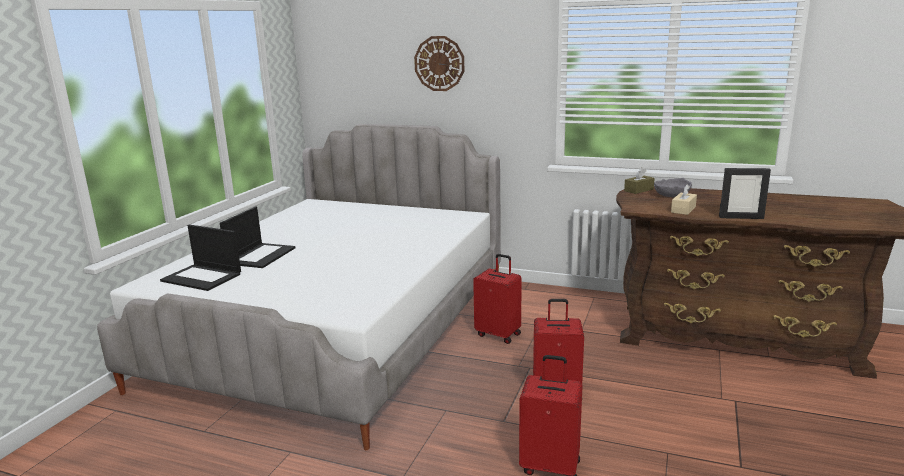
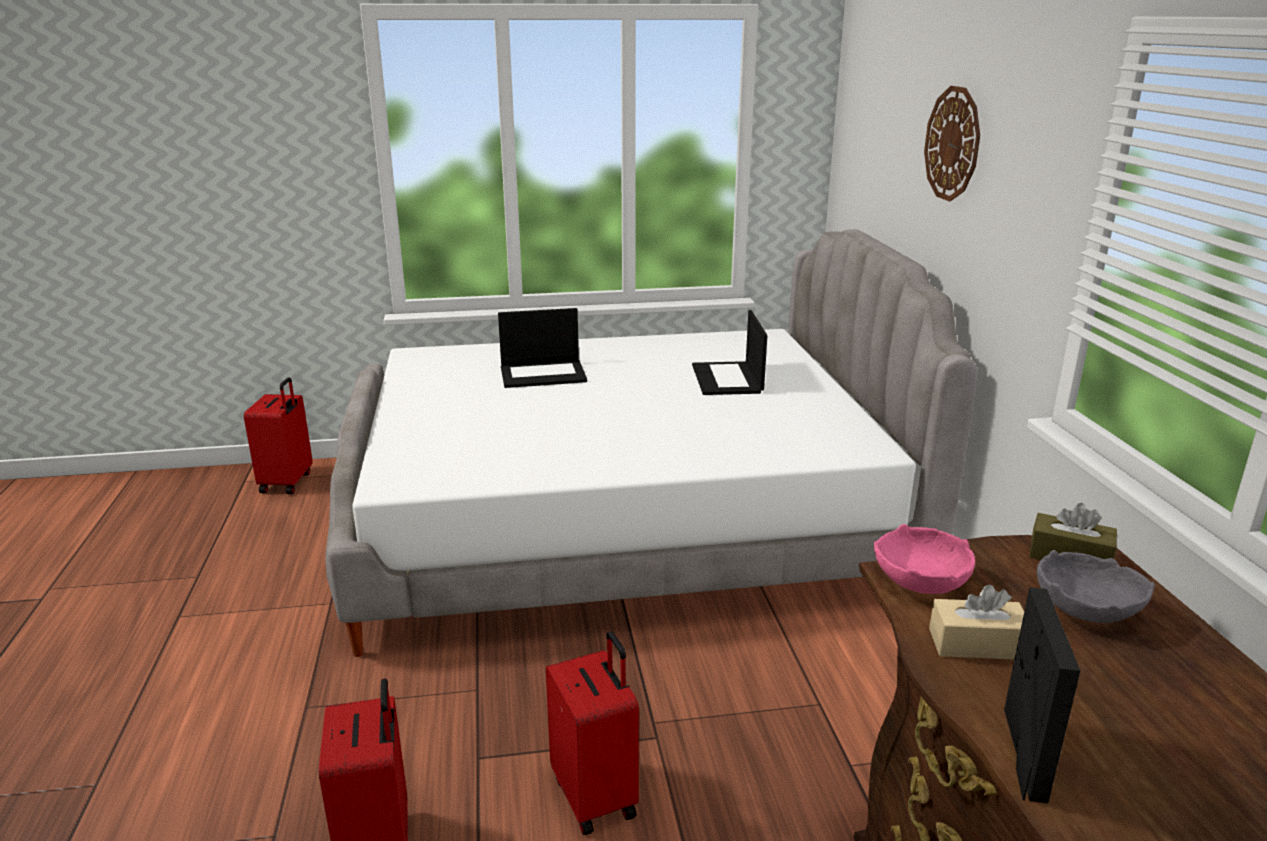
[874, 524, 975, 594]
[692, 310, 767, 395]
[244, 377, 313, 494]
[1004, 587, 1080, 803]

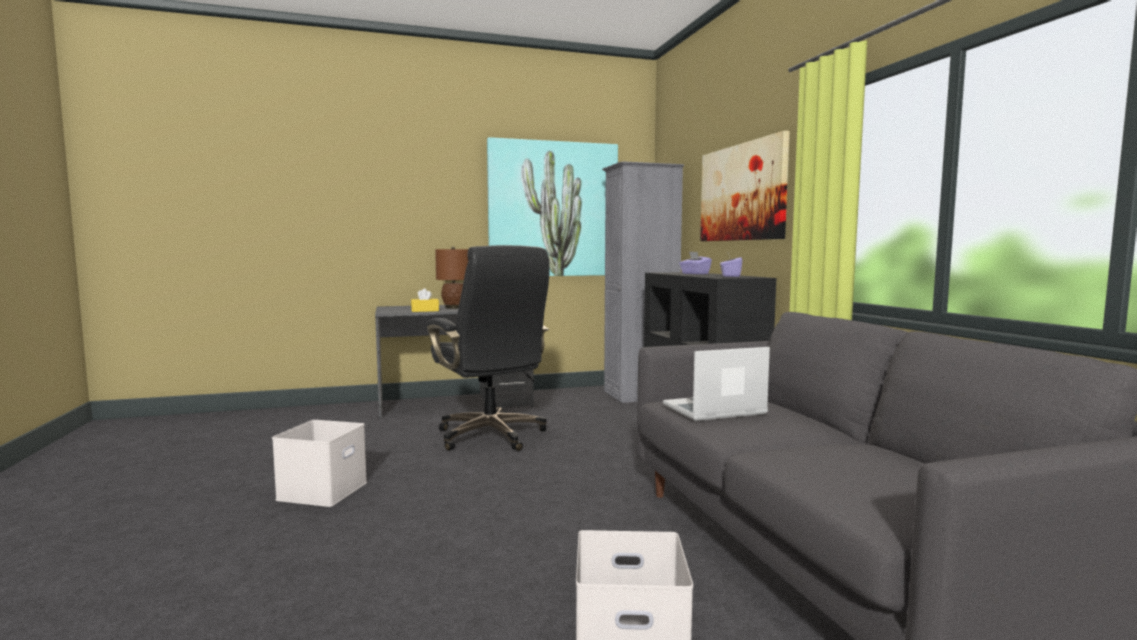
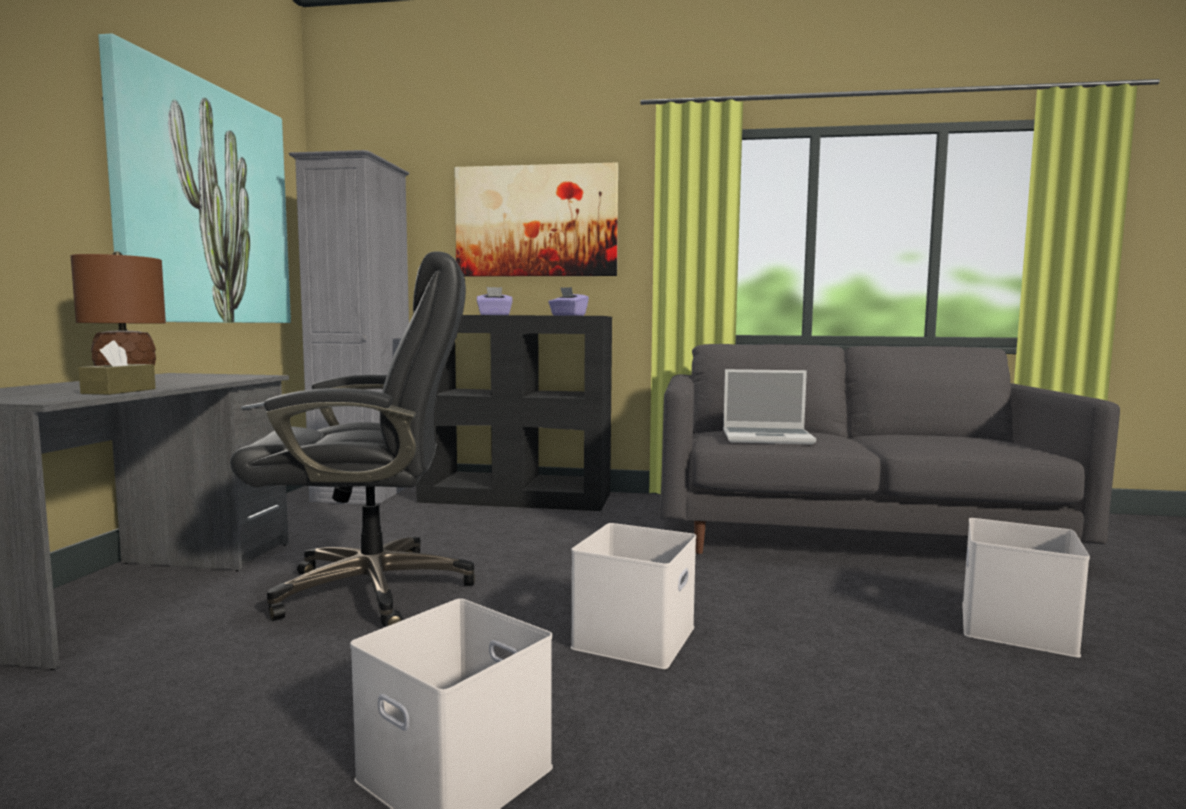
[571, 523, 696, 669]
[78, 340, 156, 395]
[723, 369, 816, 444]

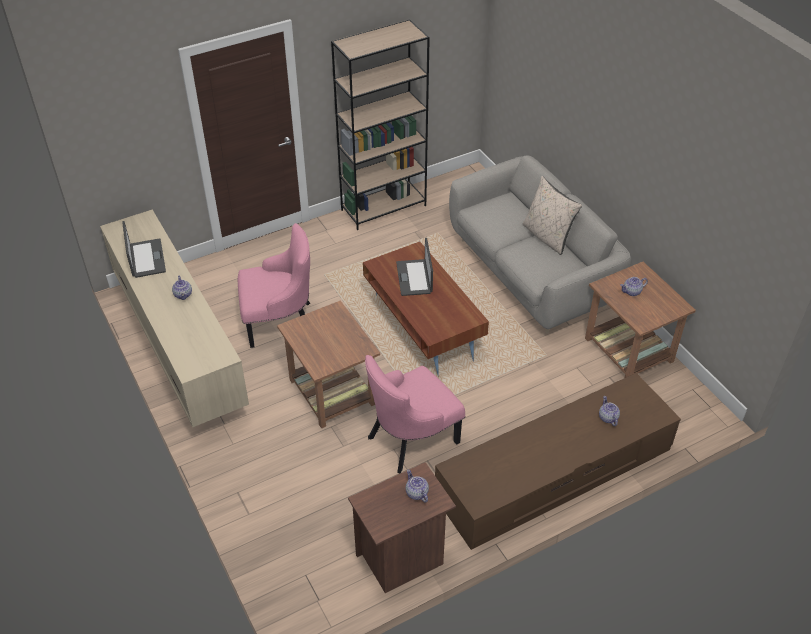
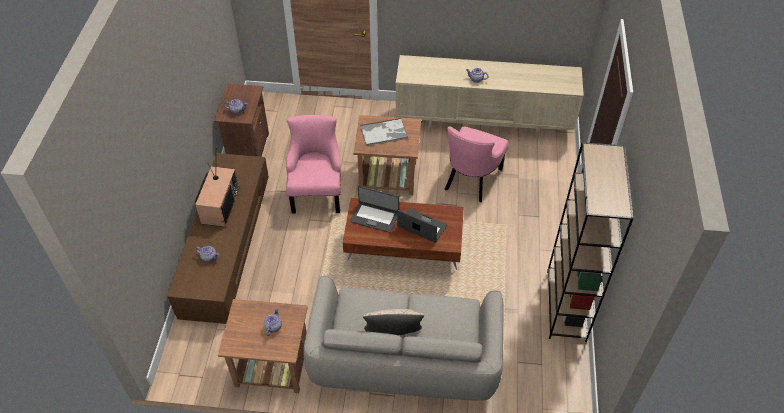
[195, 163, 239, 227]
[360, 118, 408, 146]
[350, 186, 399, 233]

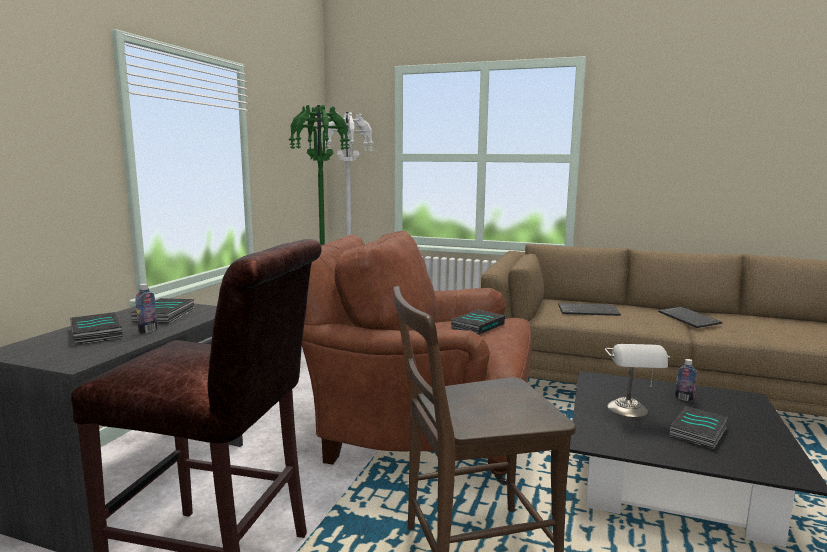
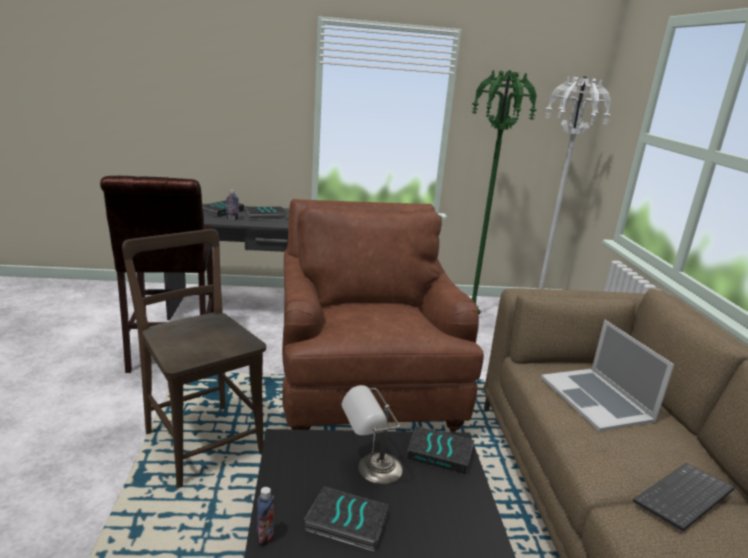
[407, 426, 475, 475]
[257, 487, 274, 546]
[541, 320, 674, 432]

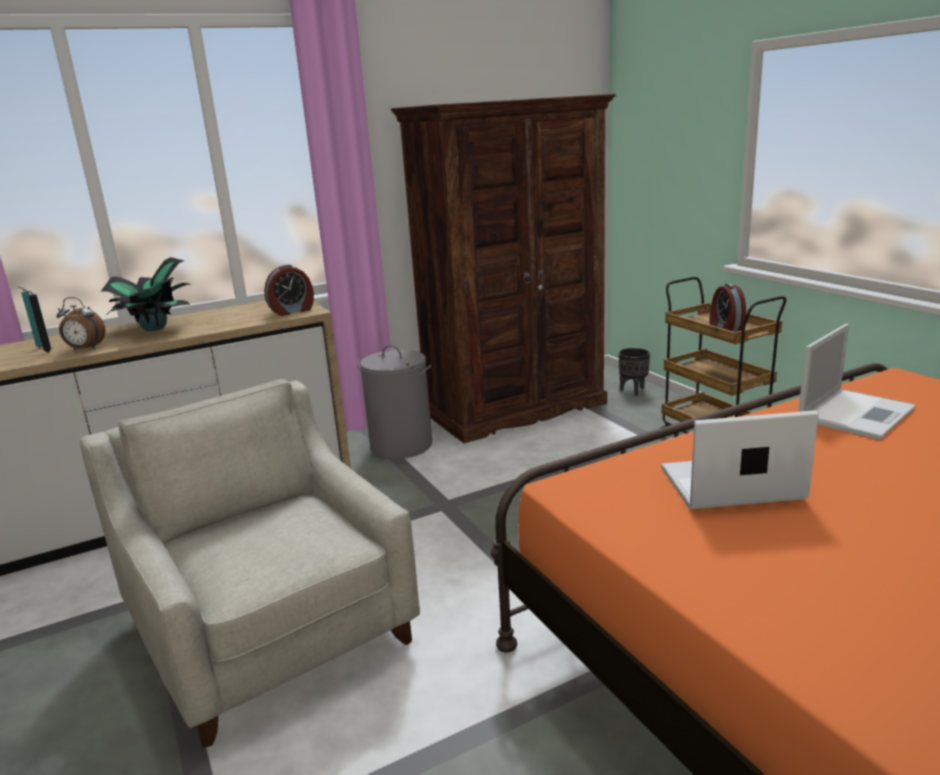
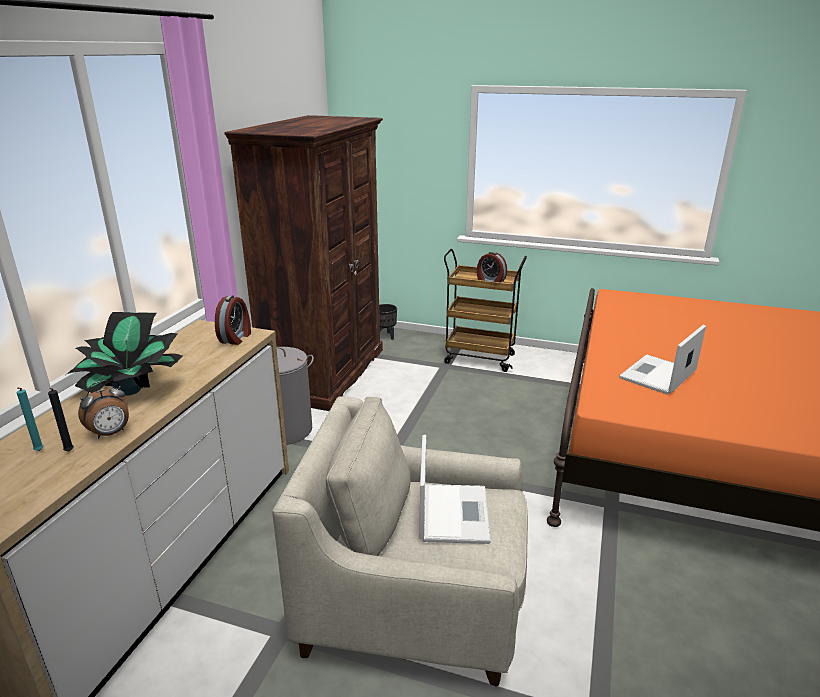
[420, 435, 491, 544]

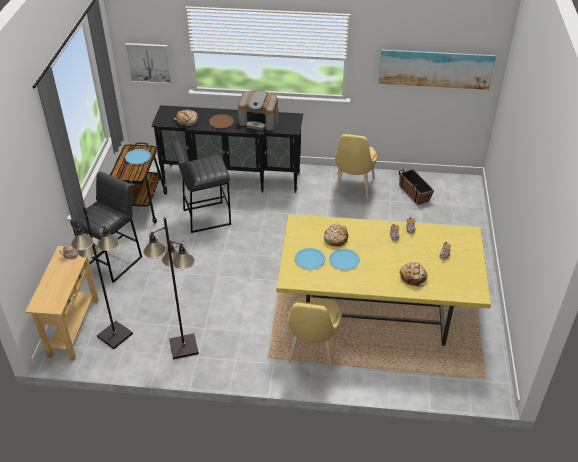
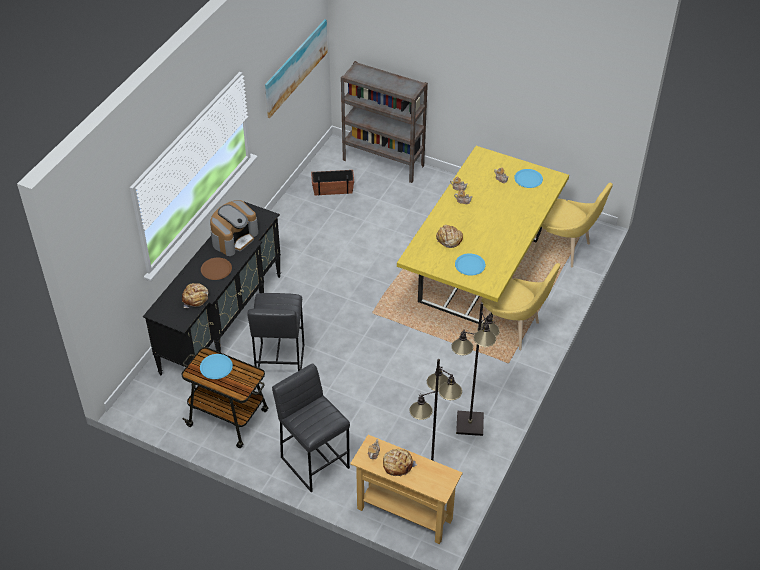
[125, 43, 172, 84] (first image)
[341, 61, 428, 183]
[514, 169, 543, 188]
[533, 183, 613, 267]
[383, 449, 417, 477]

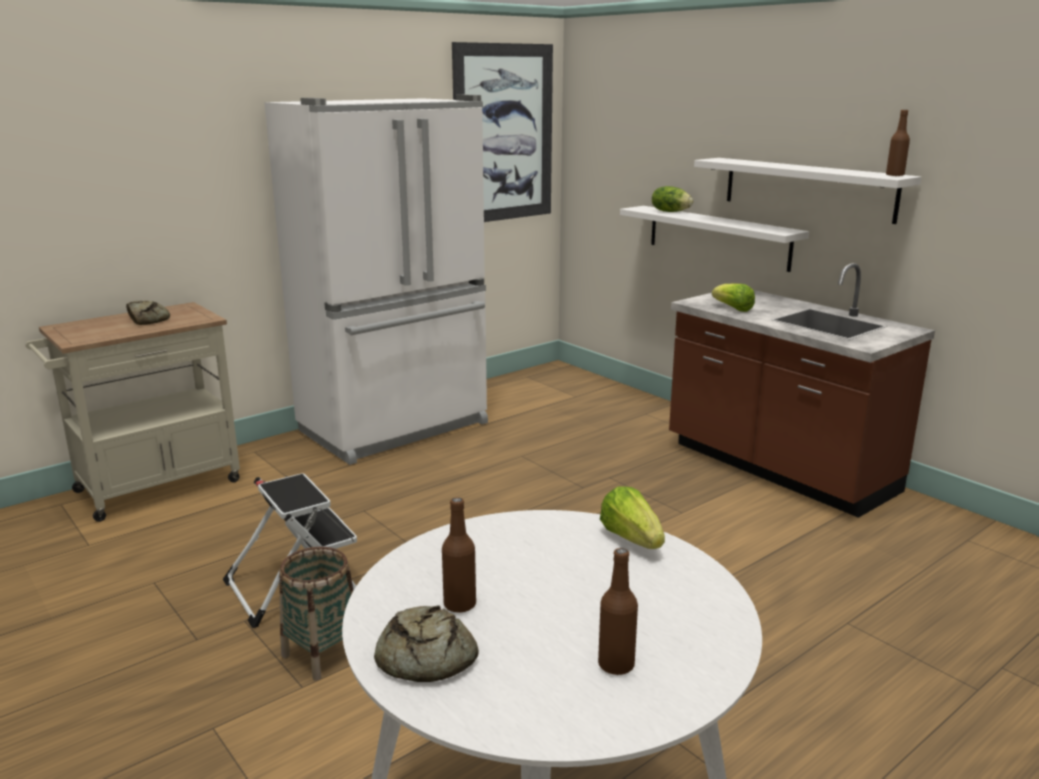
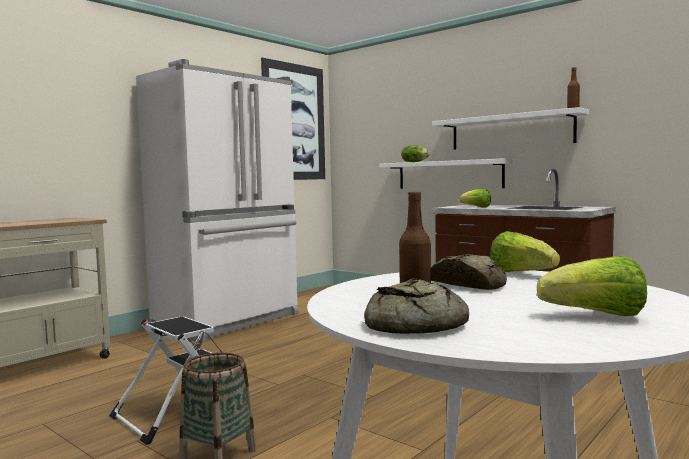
[431, 254, 507, 290]
[537, 256, 647, 316]

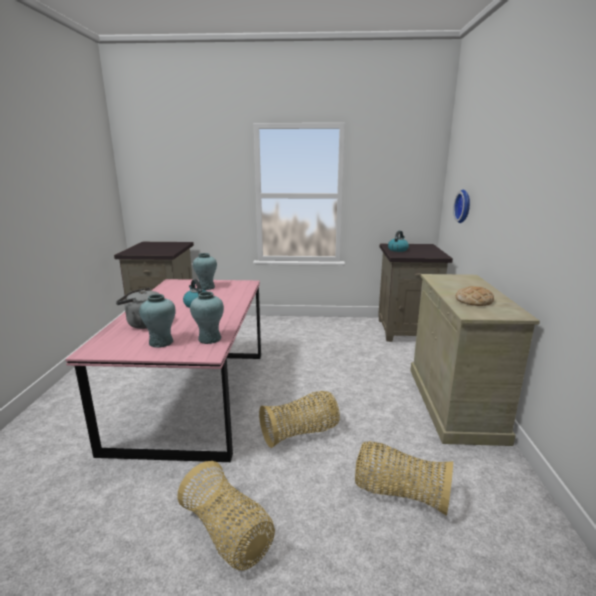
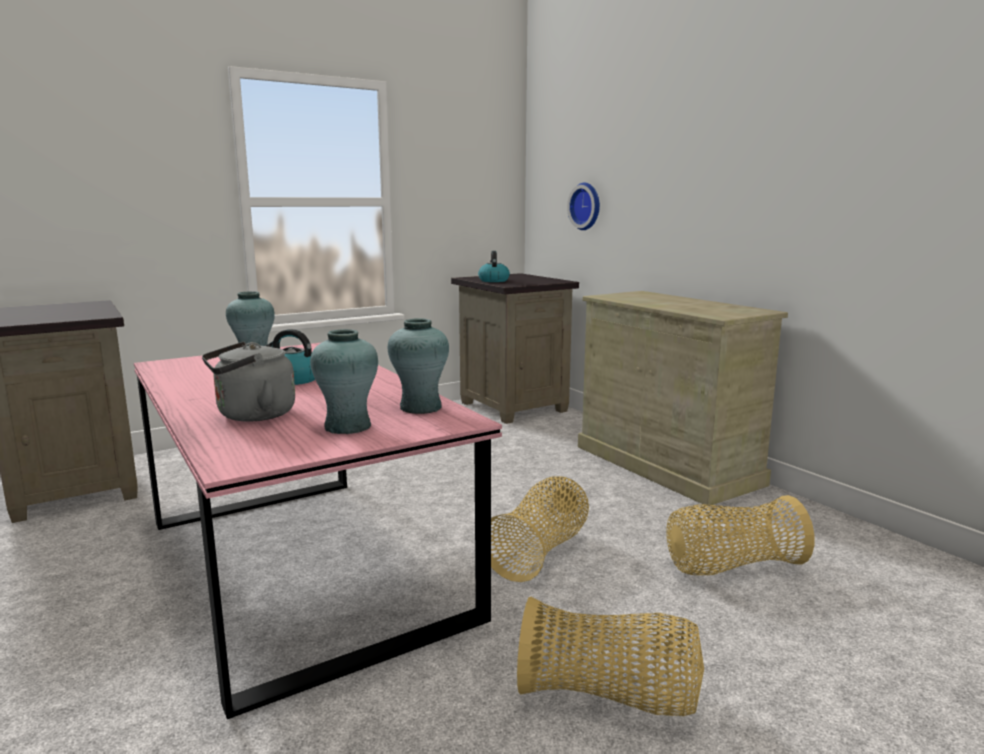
[456, 286, 494, 306] (first image)

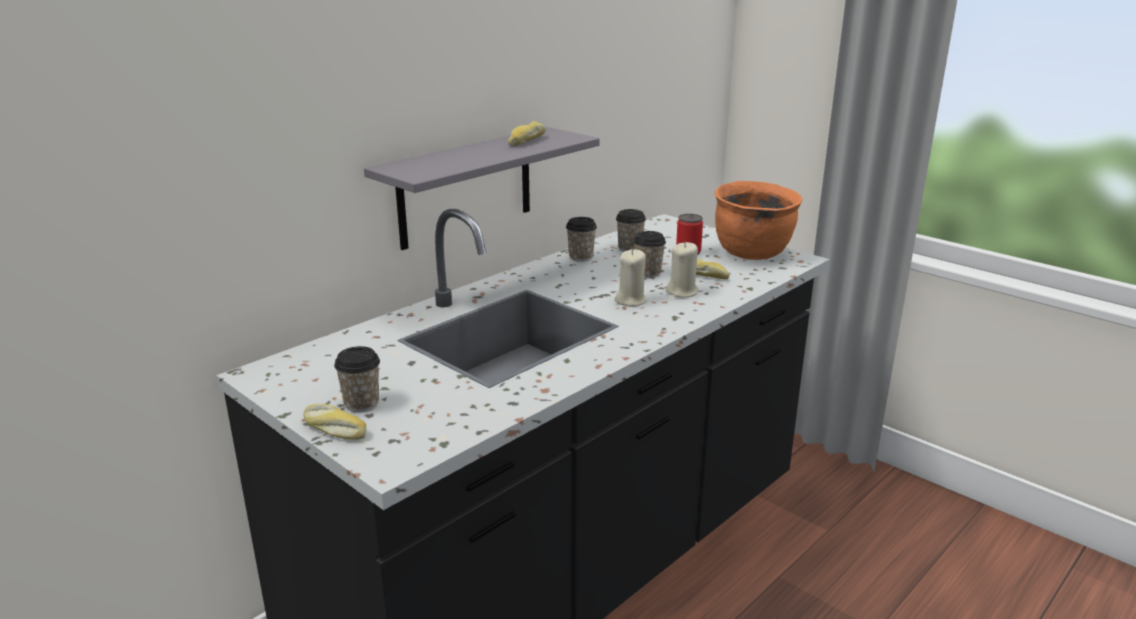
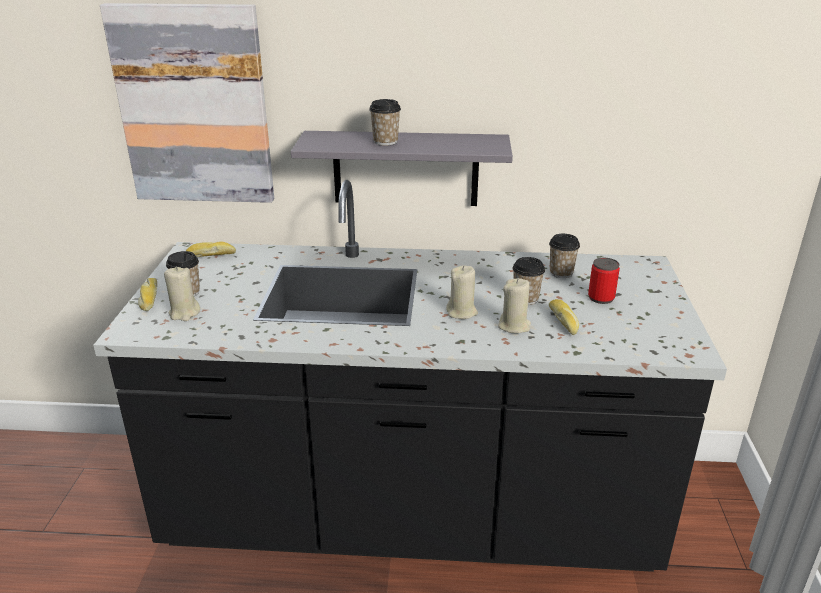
[714, 181, 802, 260] (first image)
[100, 3, 274, 203]
[164, 266, 200, 321]
[186, 241, 236, 257]
[369, 99, 401, 146]

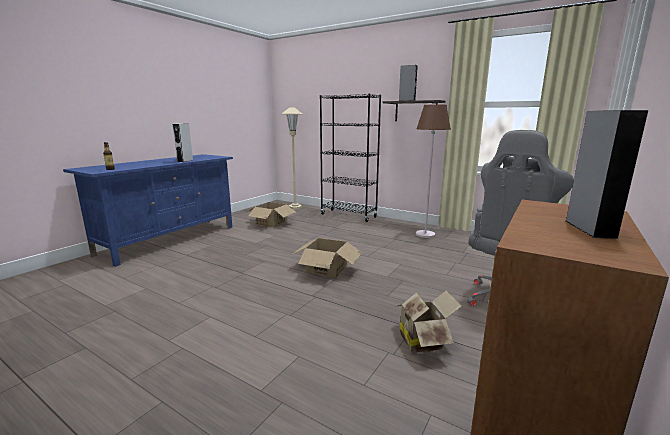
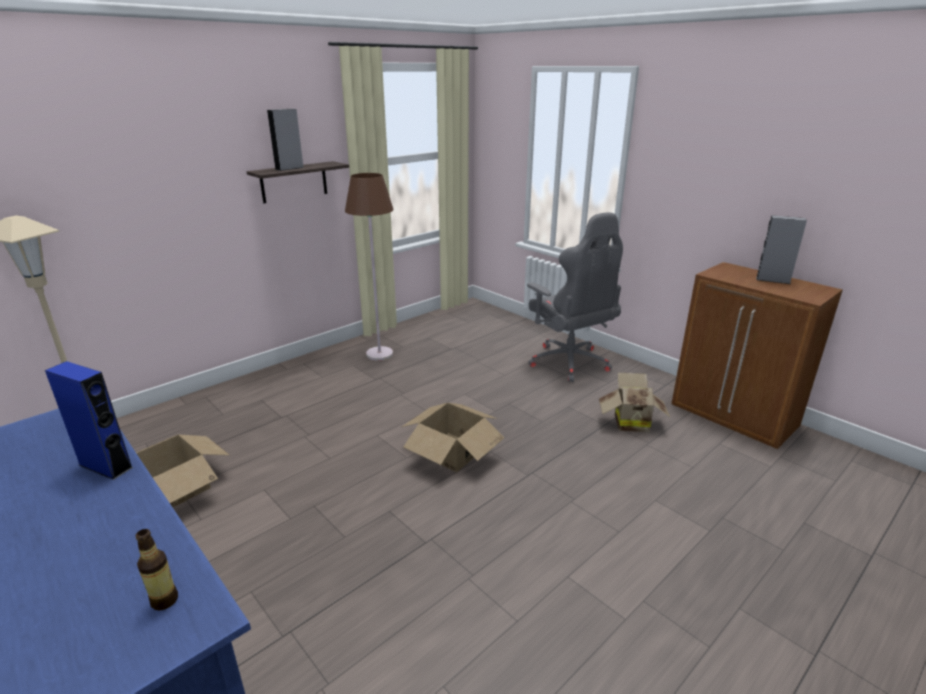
[320, 94, 381, 222] (first image)
[45, 361, 133, 480]

